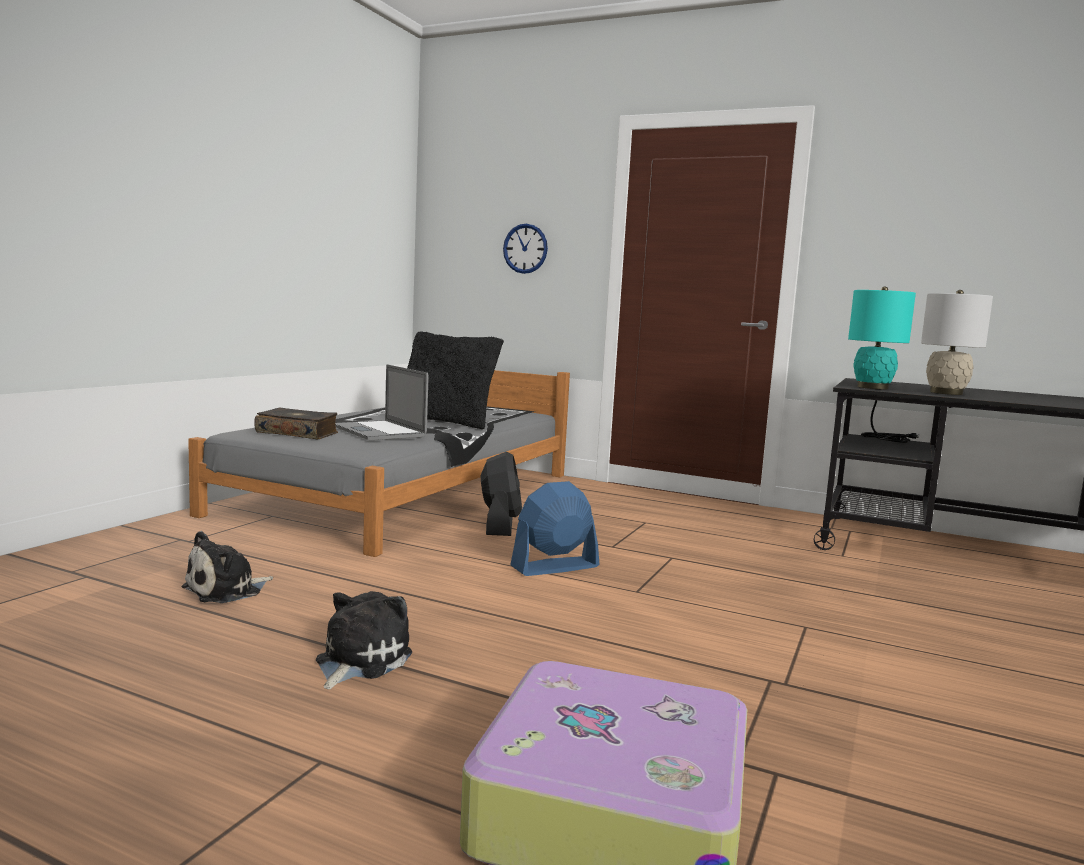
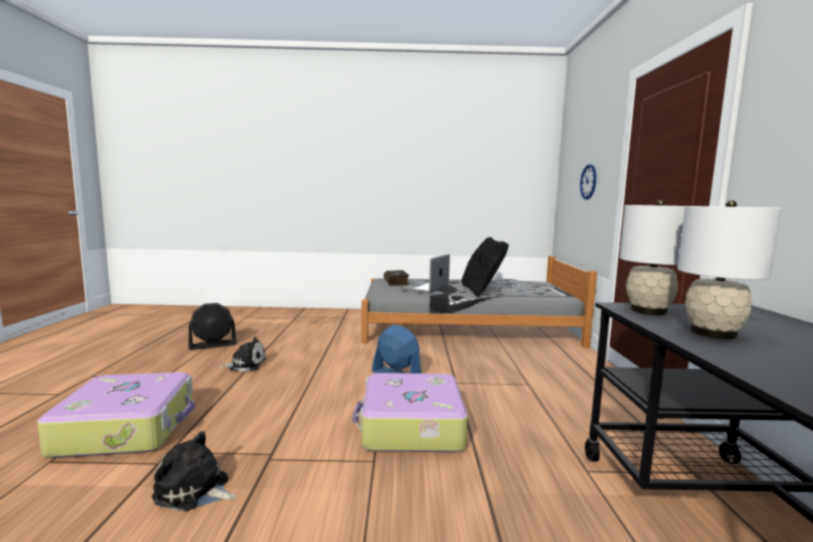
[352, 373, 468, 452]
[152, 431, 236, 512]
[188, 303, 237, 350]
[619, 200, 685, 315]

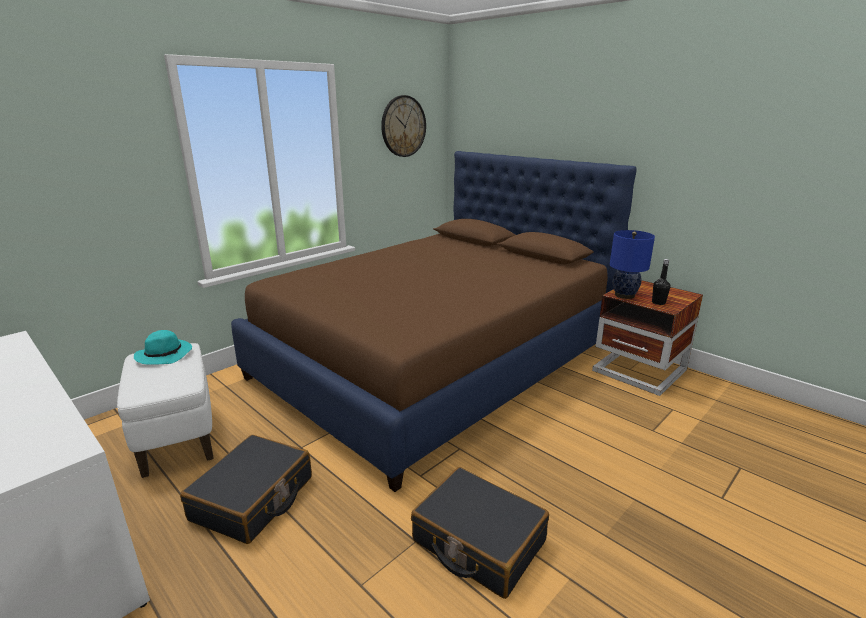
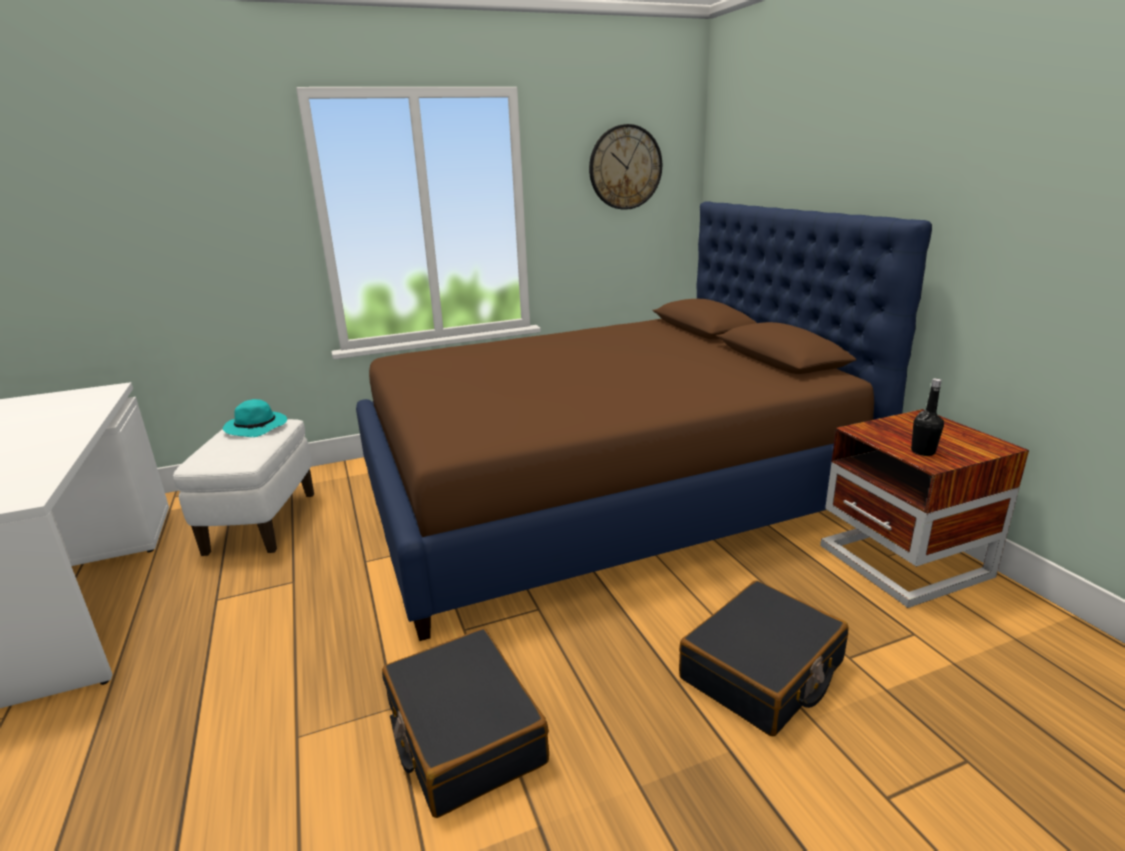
[610, 230, 655, 299] (first image)
[679, 580, 848, 736]

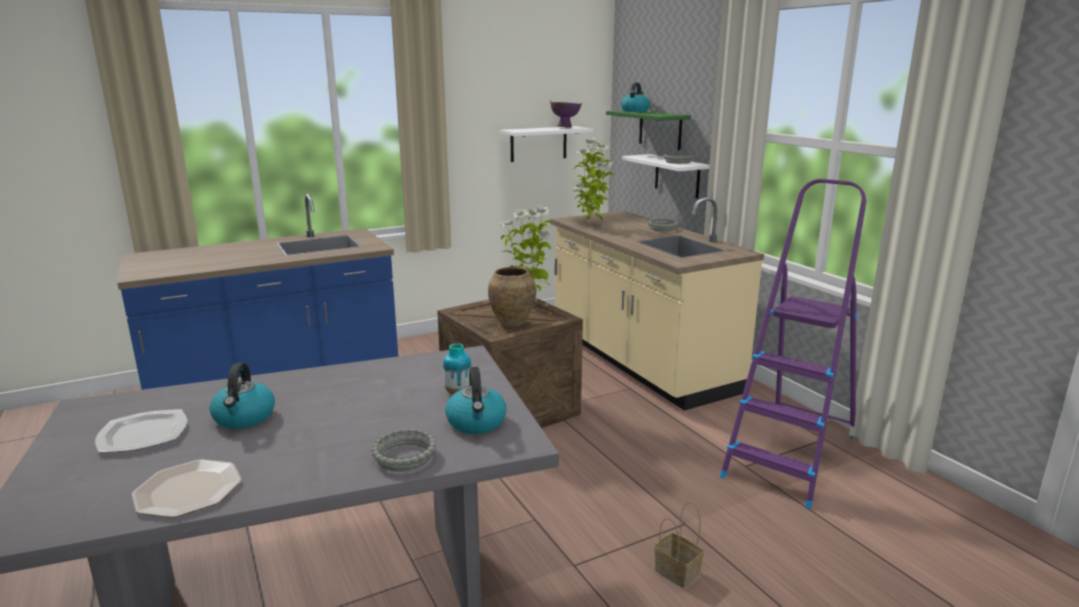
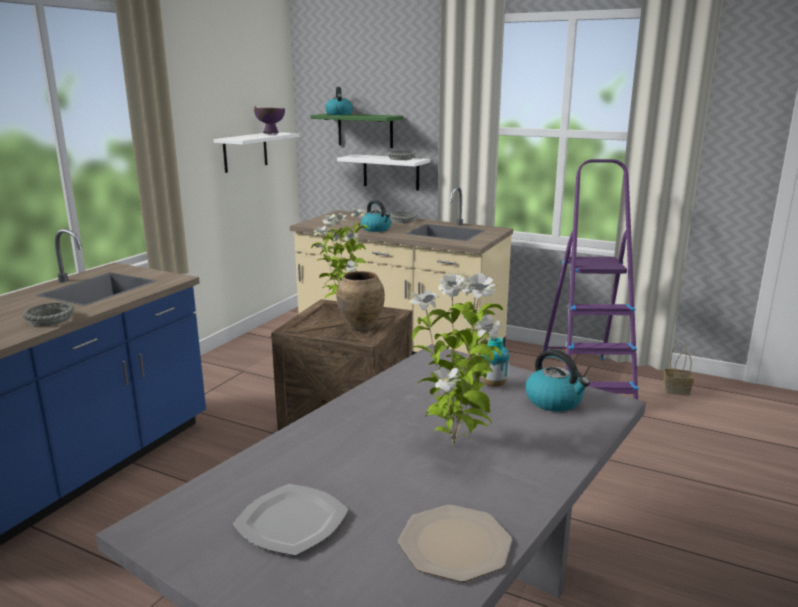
[361, 200, 391, 232]
[23, 303, 74, 326]
[409, 273, 503, 447]
[663, 343, 694, 395]

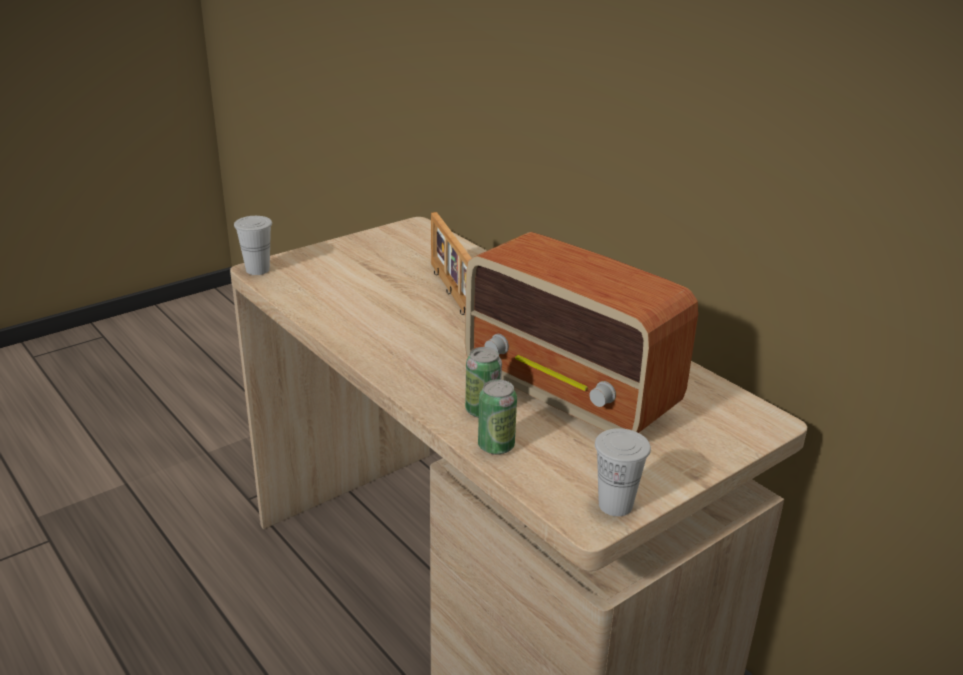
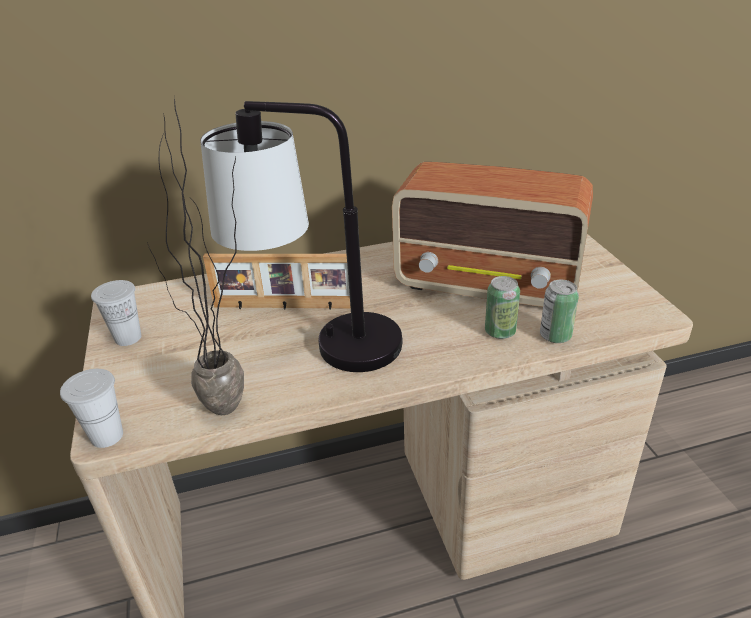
[147, 97, 244, 415]
[200, 101, 403, 372]
[91, 280, 141, 346]
[392, 162, 593, 307]

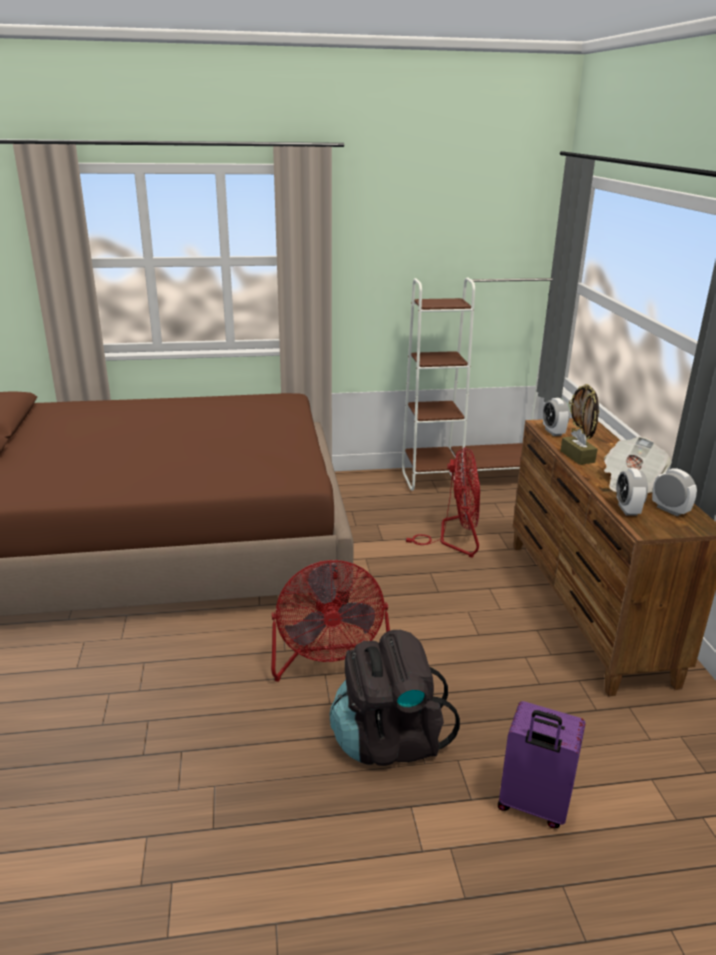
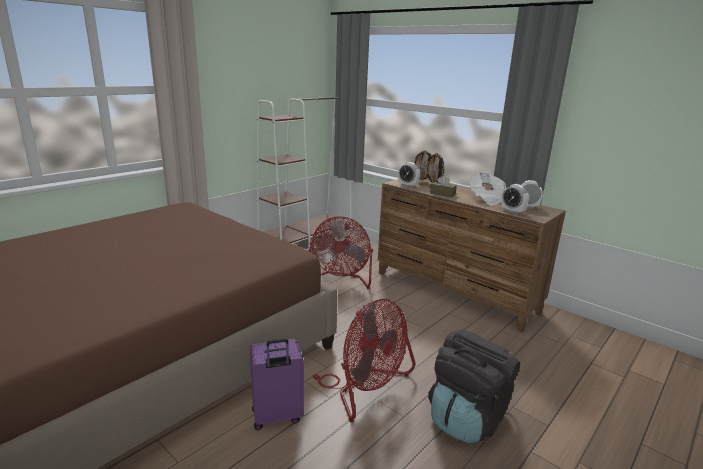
[250, 338, 304, 430]
[309, 216, 373, 289]

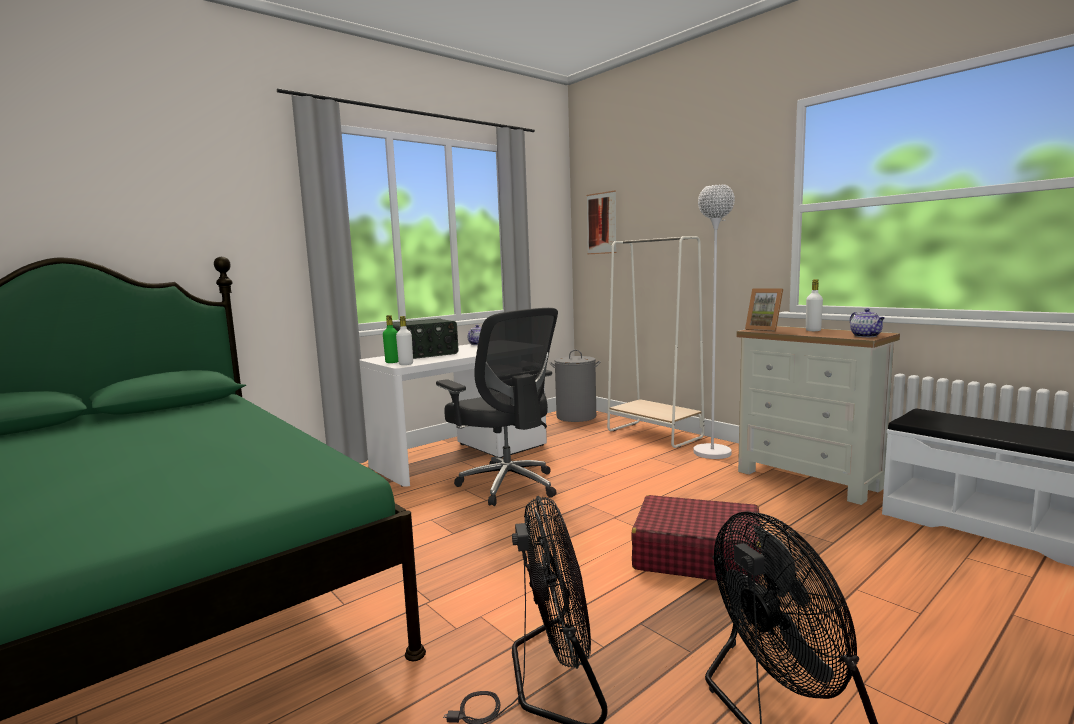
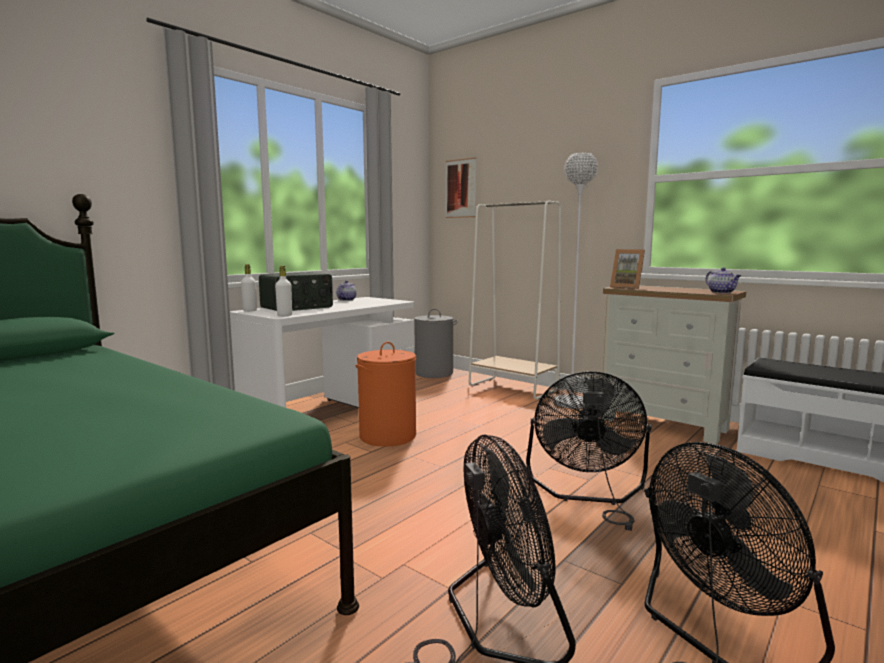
[383, 315, 398, 363] (first image)
[241, 264, 257, 312]
[355, 342, 416, 447]
[526, 371, 652, 531]

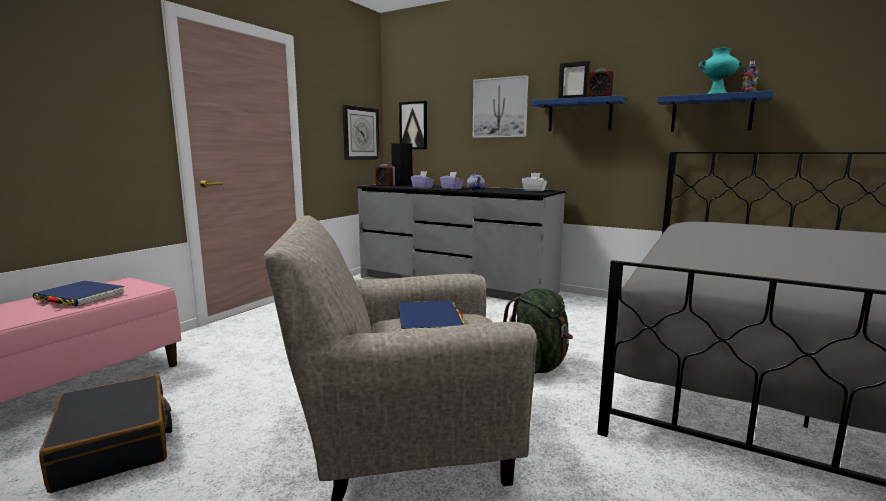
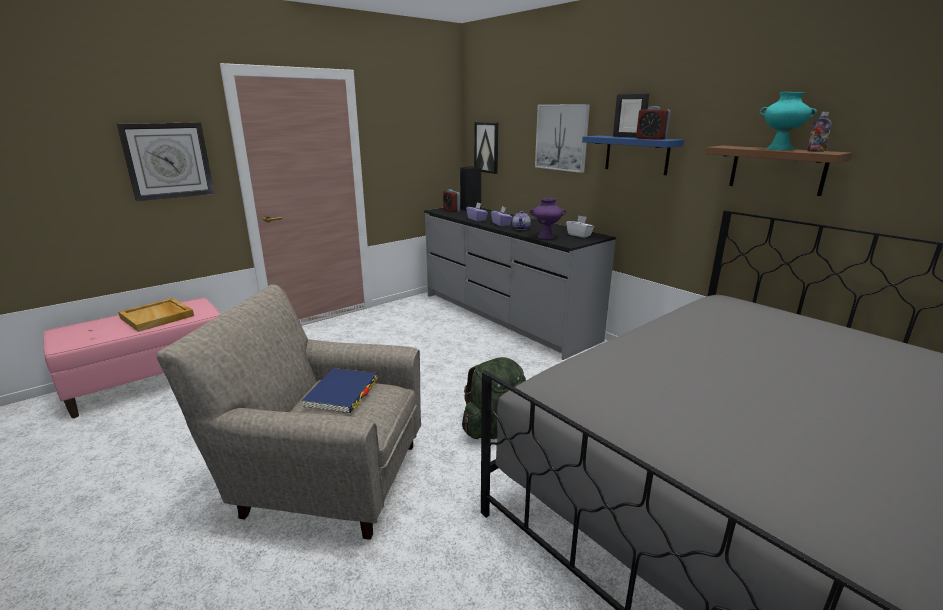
[39, 375, 172, 493] (first image)
[530, 197, 566, 239]
[117, 122, 215, 201]
[118, 298, 194, 332]
[706, 146, 852, 196]

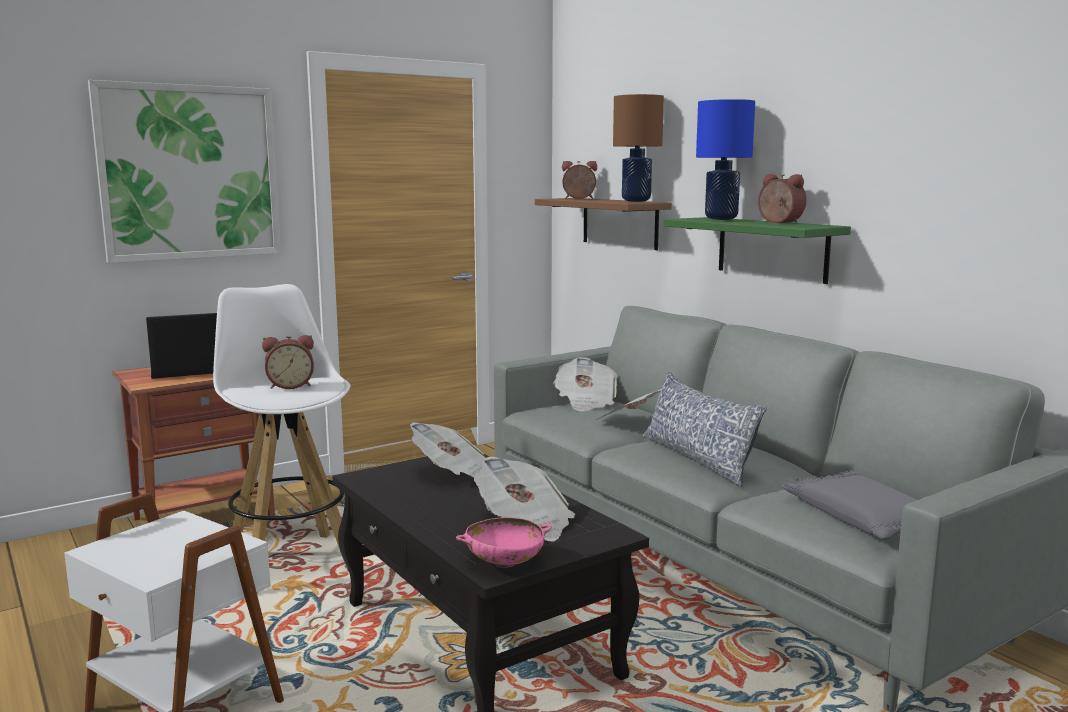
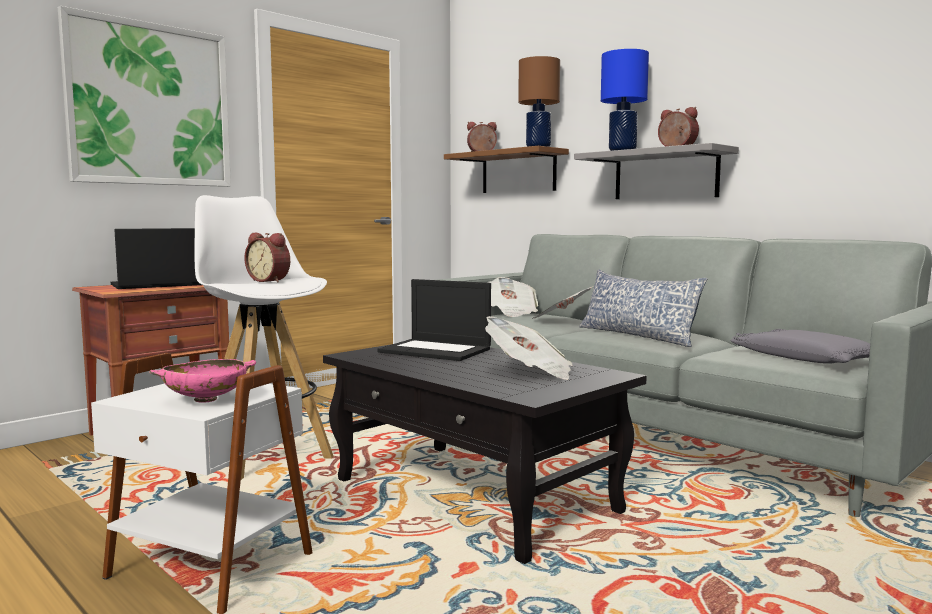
[149, 359, 256, 403]
[377, 279, 491, 361]
[574, 143, 739, 199]
[244, 233, 290, 282]

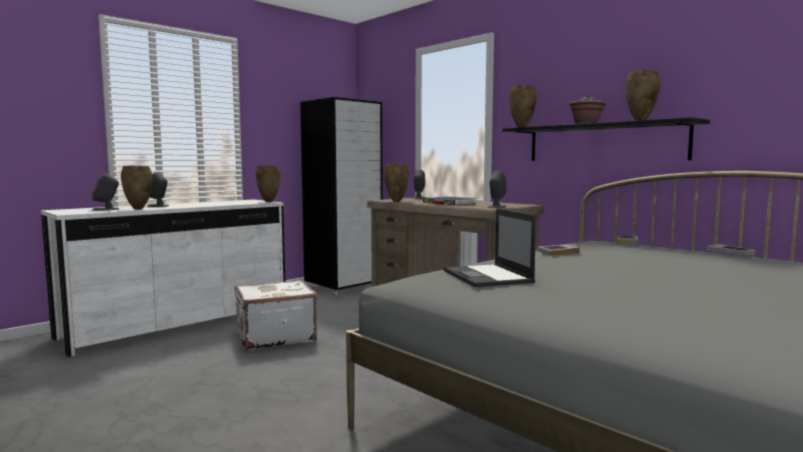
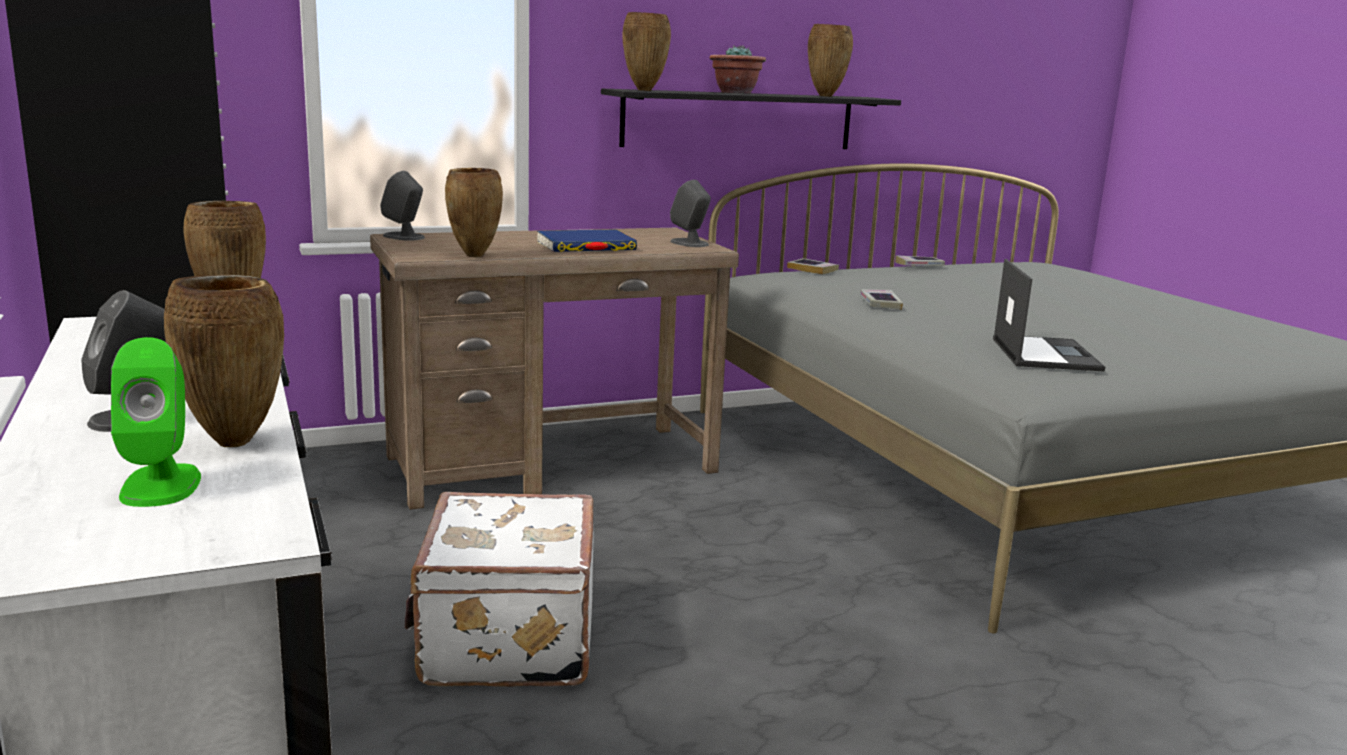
[111, 337, 201, 507]
[993, 259, 1105, 371]

